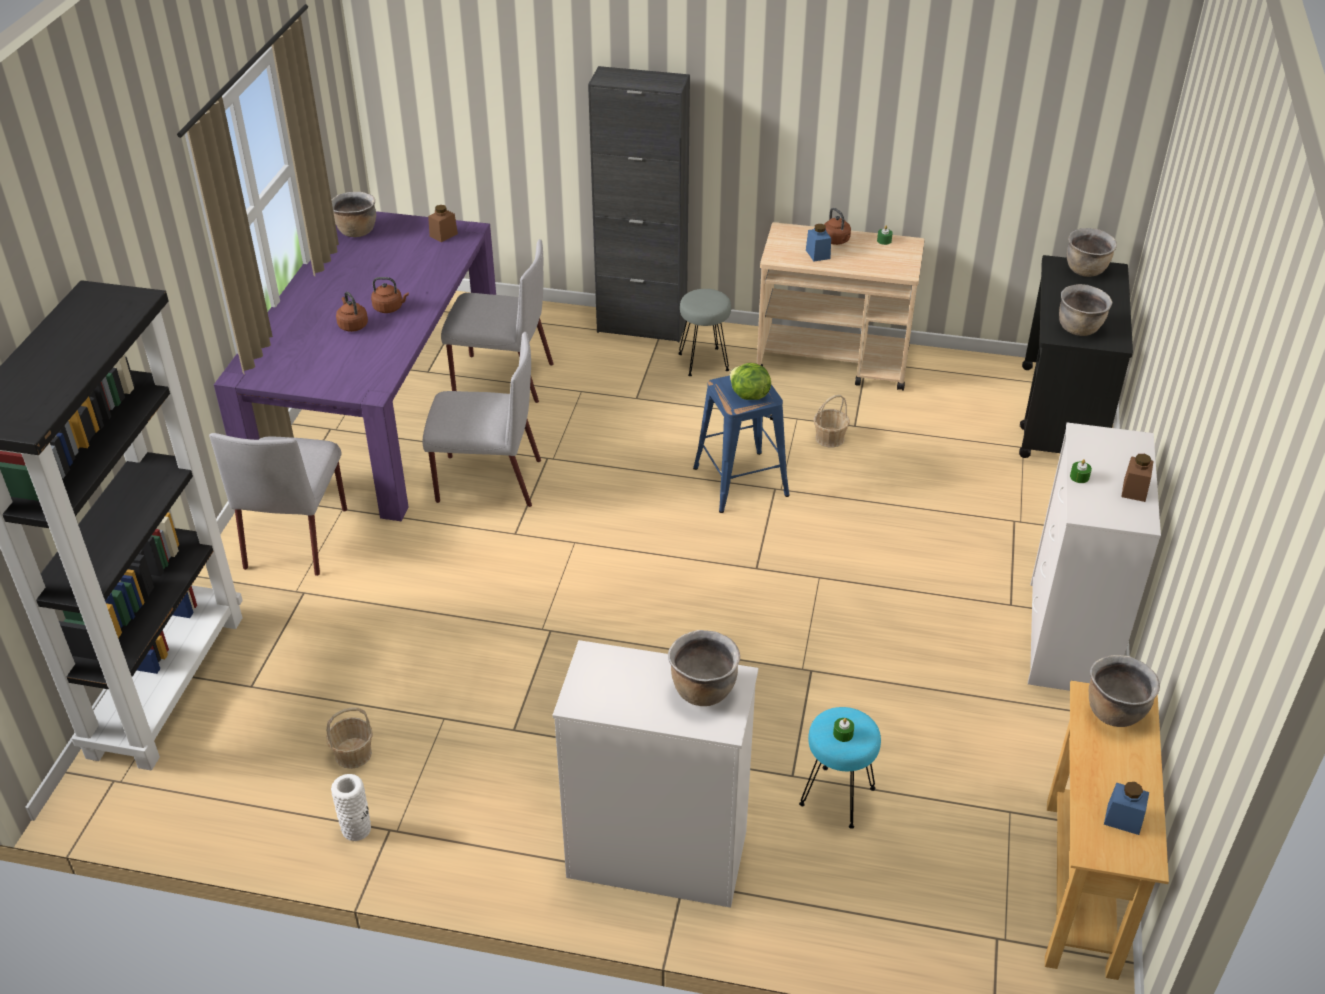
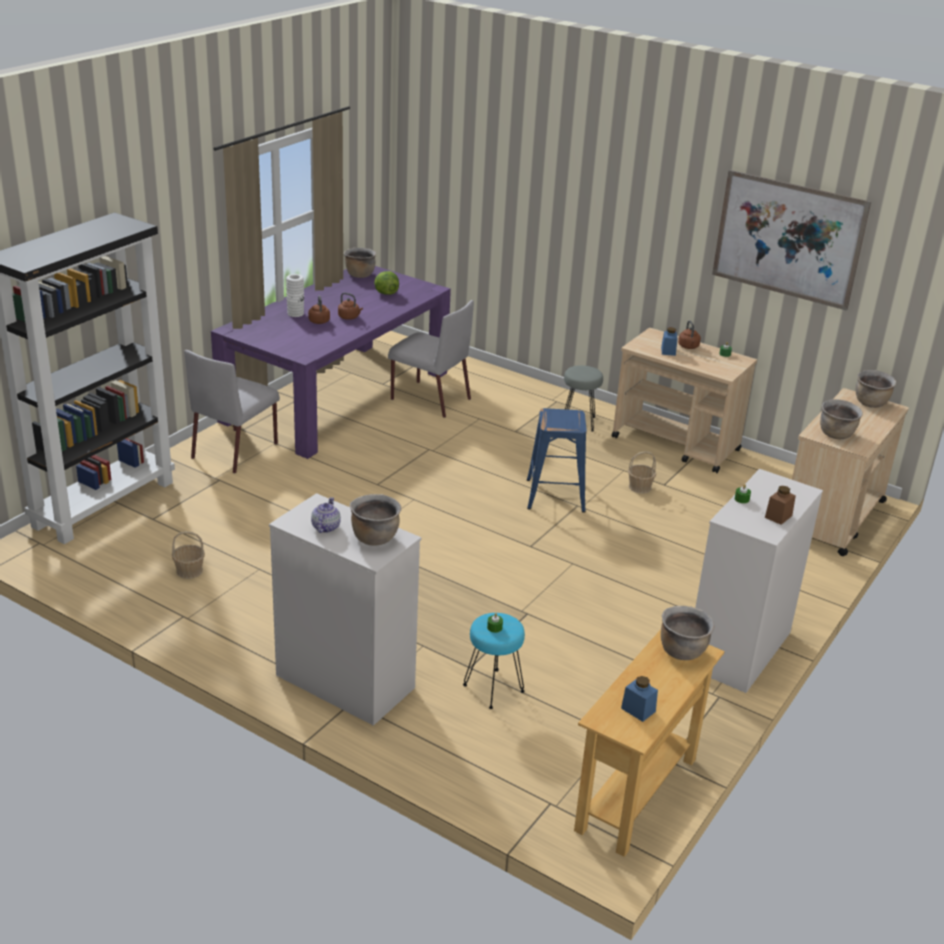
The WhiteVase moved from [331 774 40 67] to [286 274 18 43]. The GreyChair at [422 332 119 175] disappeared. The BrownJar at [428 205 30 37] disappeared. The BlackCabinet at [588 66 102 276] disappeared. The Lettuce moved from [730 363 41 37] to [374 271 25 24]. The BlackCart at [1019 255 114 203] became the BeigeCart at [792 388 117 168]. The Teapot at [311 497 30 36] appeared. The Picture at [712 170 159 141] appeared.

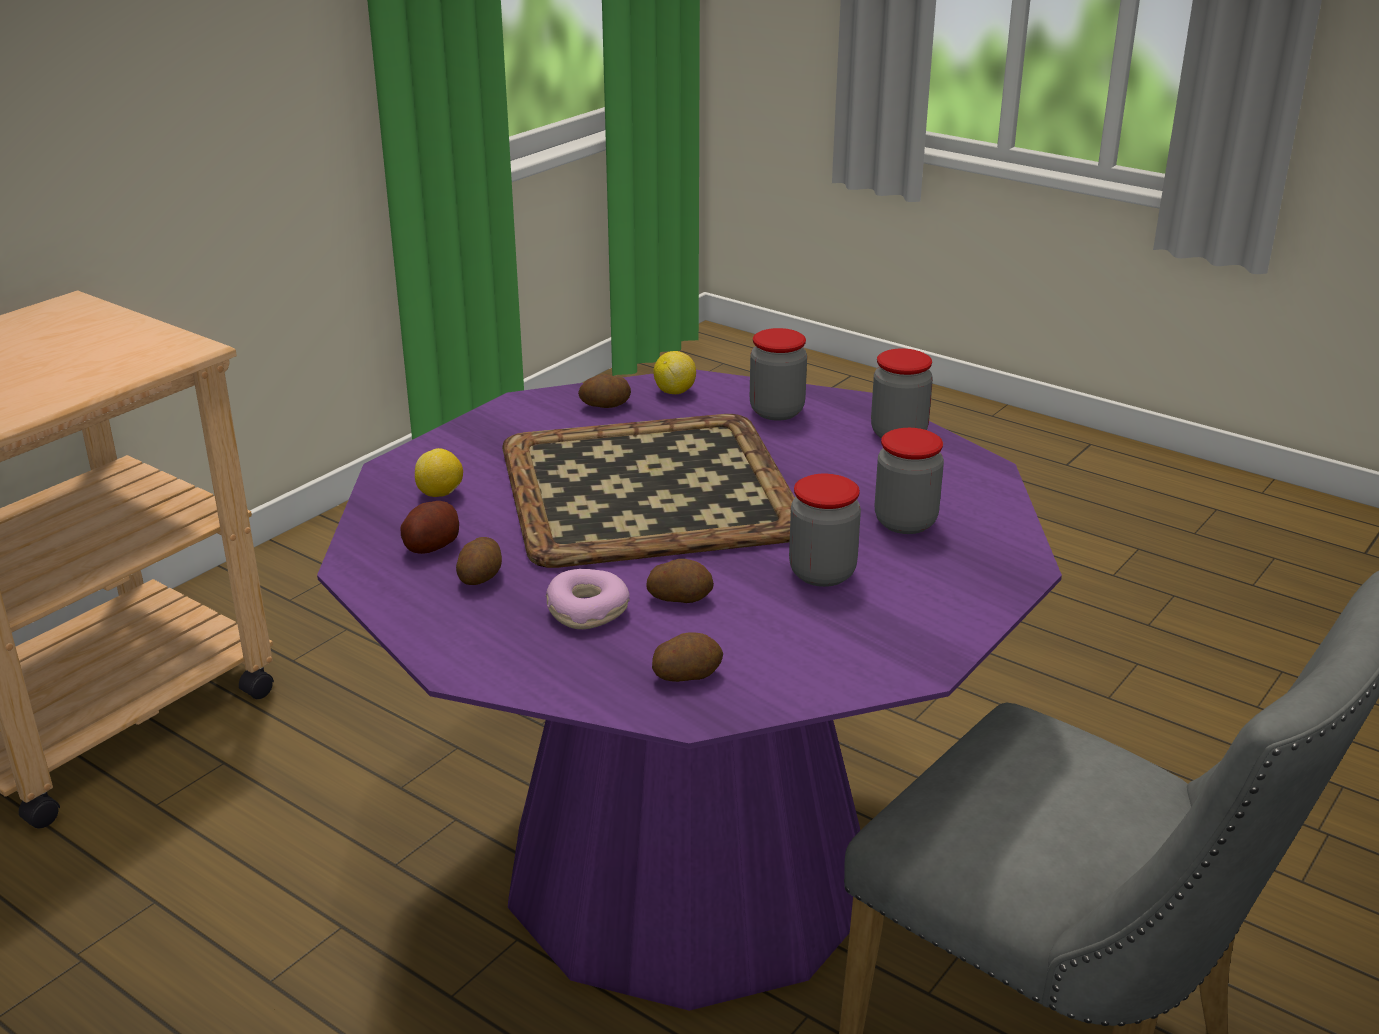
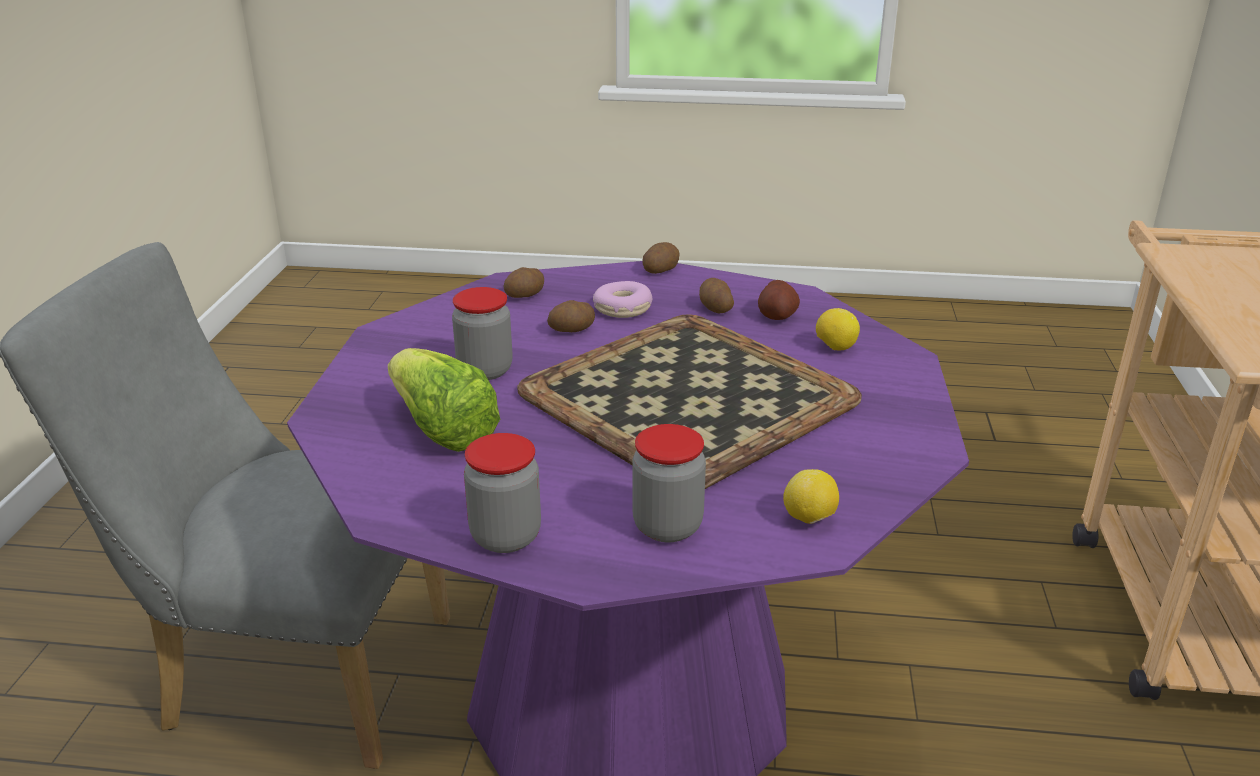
The Potato moved from [578 374 53 34] to [642 242 38 32]. The Jar at [875 428 69 106] was replaced by the Lettuce at [388 348 112 104].

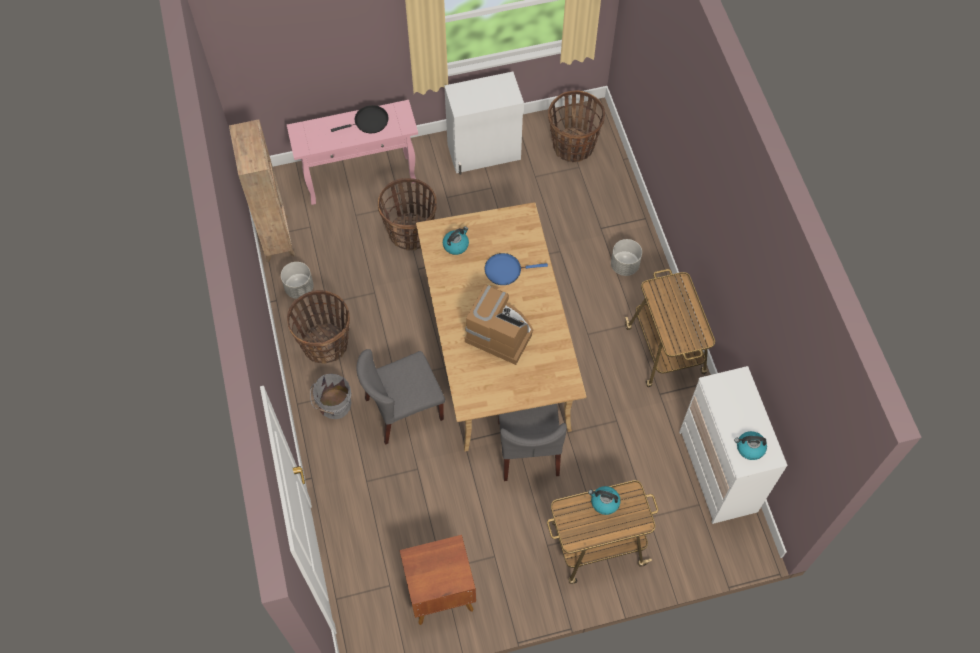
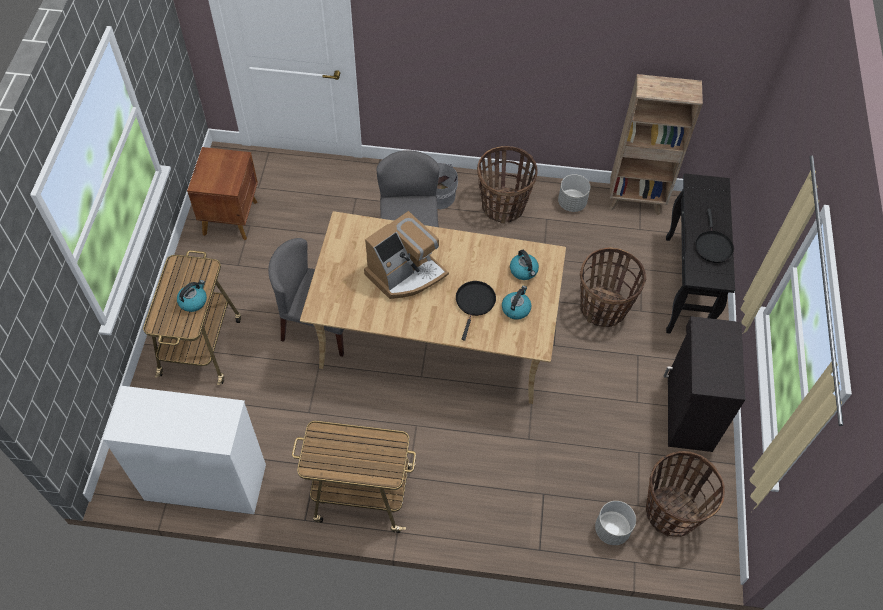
The PinkConsoleTable at [287 100 131 105] became the BlackConsoleTable at [666 173 69 160]. The WhiteCabinet at [444 72 80 103] became the BlackCabinet at [664 316 81 136]. The BlueFryingPan at [485 253 63 32] became the BlackFryingPan at [456 281 40 60]. The GreyPlanter moved from [611 239 31 37] to [595 501 41 44]. The Kettle moved from [734 431 33 29] to [502 286 29 34].

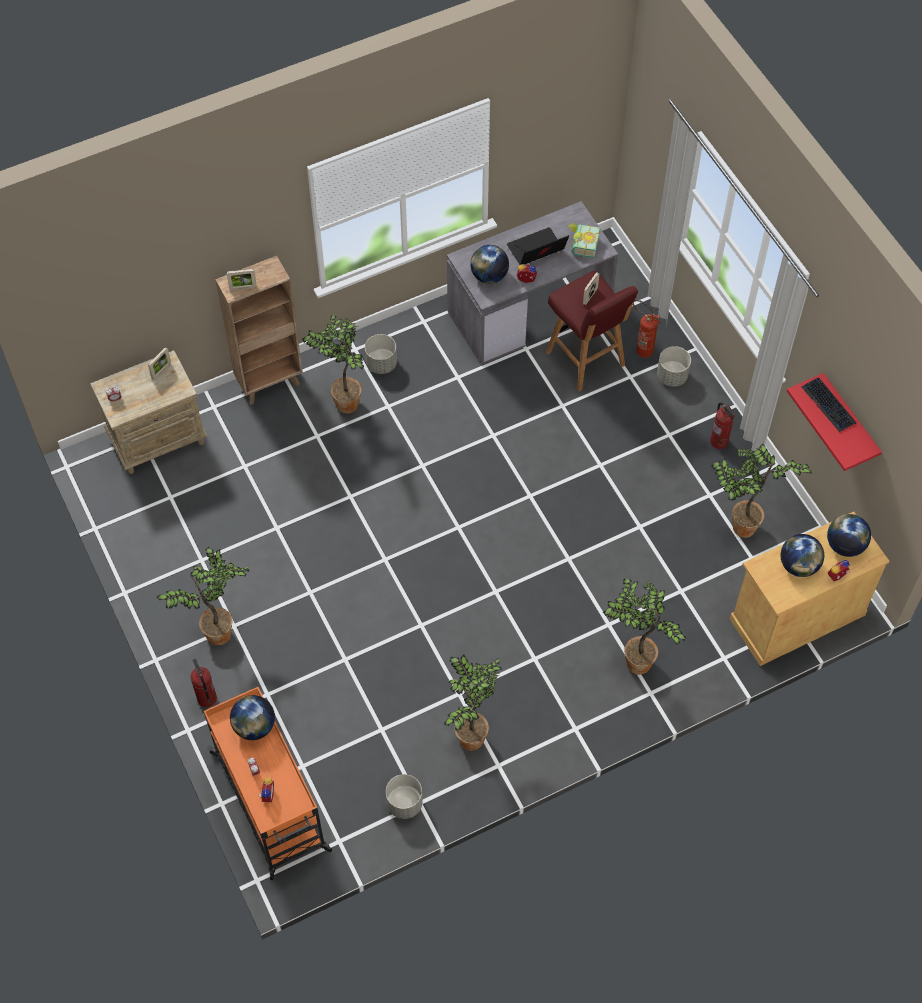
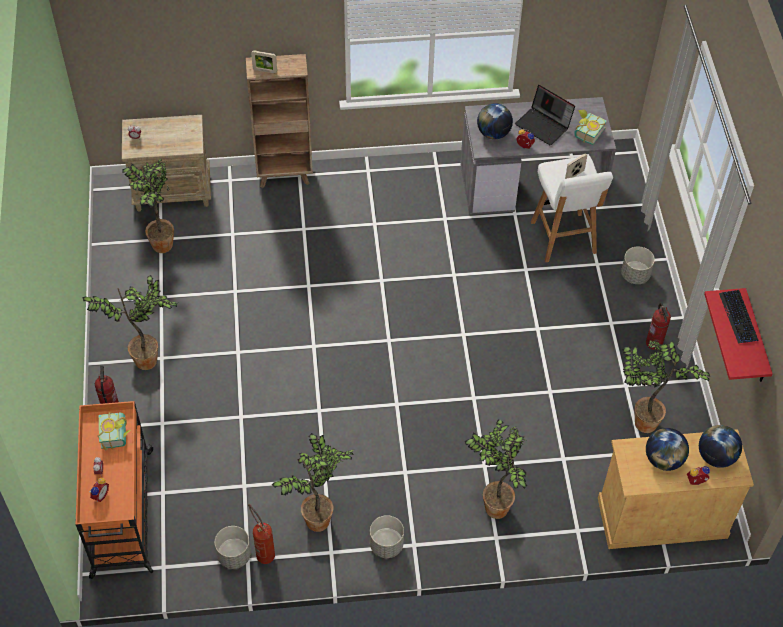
The PictureFrame at [148 347 23 33] disappeared. The Globe at [230 695 45 45] was replaced by the Book at [98 412 33 38]. The PottedPlant moved from [302 315 62 99] to [122 158 52 95]. The GreyPlanter moved from [365 334 32 40] to [370 515 34 43]. The Laptop at [507 227 62 38] turned 135 degrees counterclockwise. The RedStool at [546 271 92 120] became the WhiteStool at [531 156 82 106]. The FireExtinguisher moved from [633 299 28 59] to [248 504 27 60].

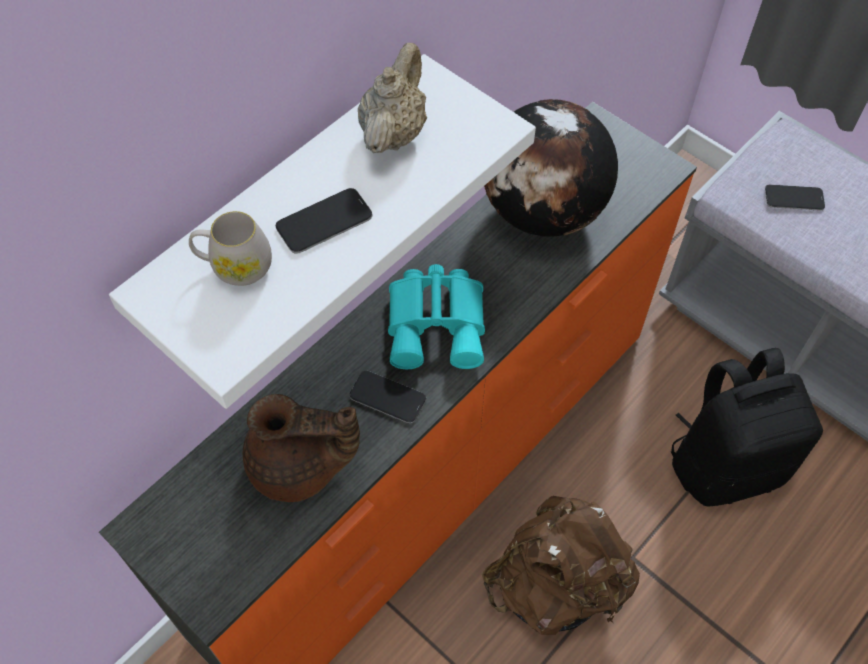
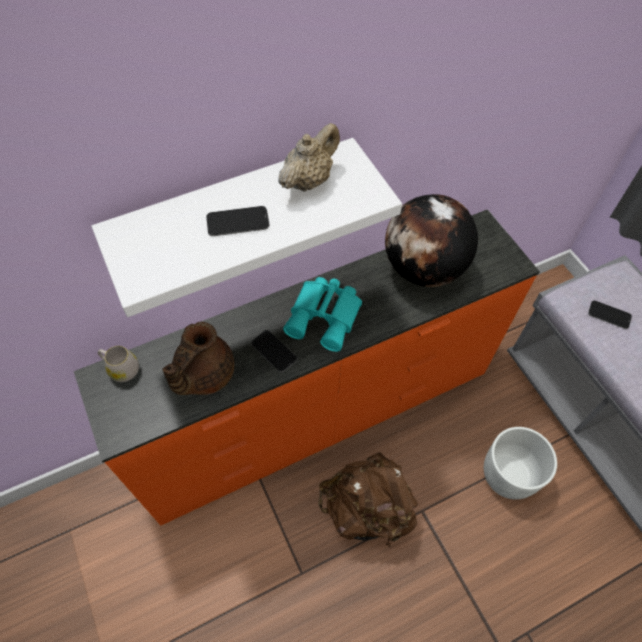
The WhiteMug moved from [189 211 83 75] to [98 346 41 36]. The BrownTeapot at [243 394 117 108] turned 90 degrees clockwise. The BlackBackpack at [671 348 152 159] was replaced by the WhitePlanter at [484 427 73 73].

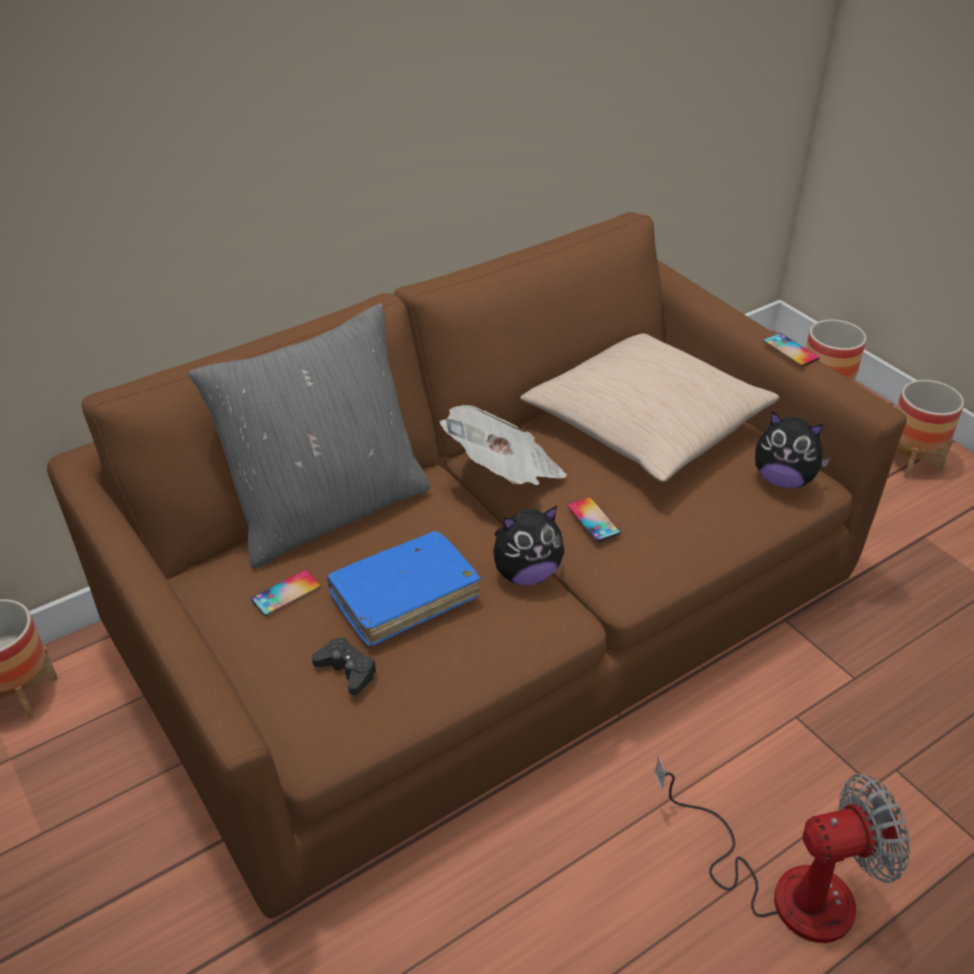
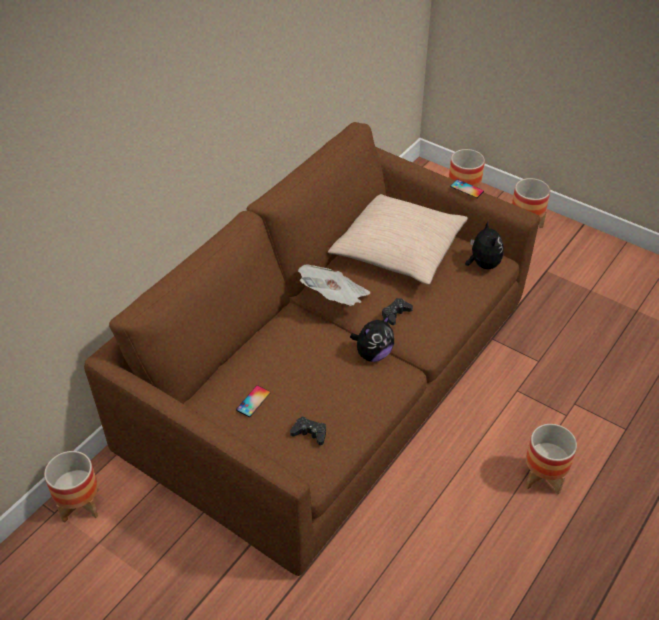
The GreyPillow at [188 303 243 266] disappeared. The BlueBook at [326 531 155 115] disappeared. The Phone at [568 497 53 45] was replaced by the BlackGameController at [382 298 31 27]. The Fan at [655 756 255 187] was replaced by the Planter at [525 424 52 70]. The PlushToy at [755 411 75 77] turned 105 degrees counterclockwise.

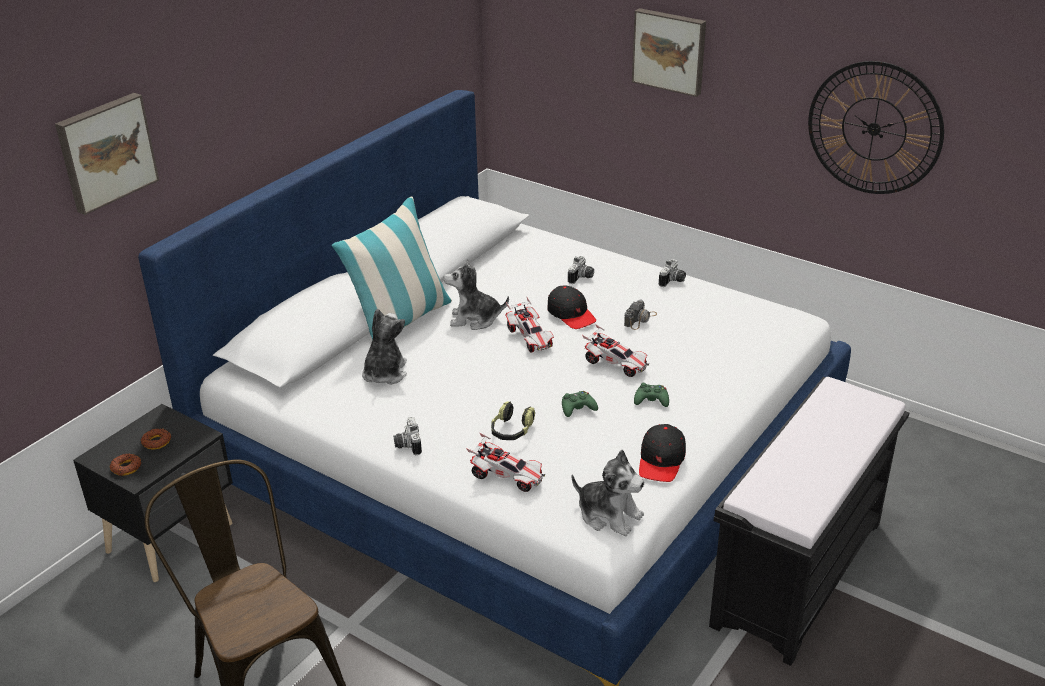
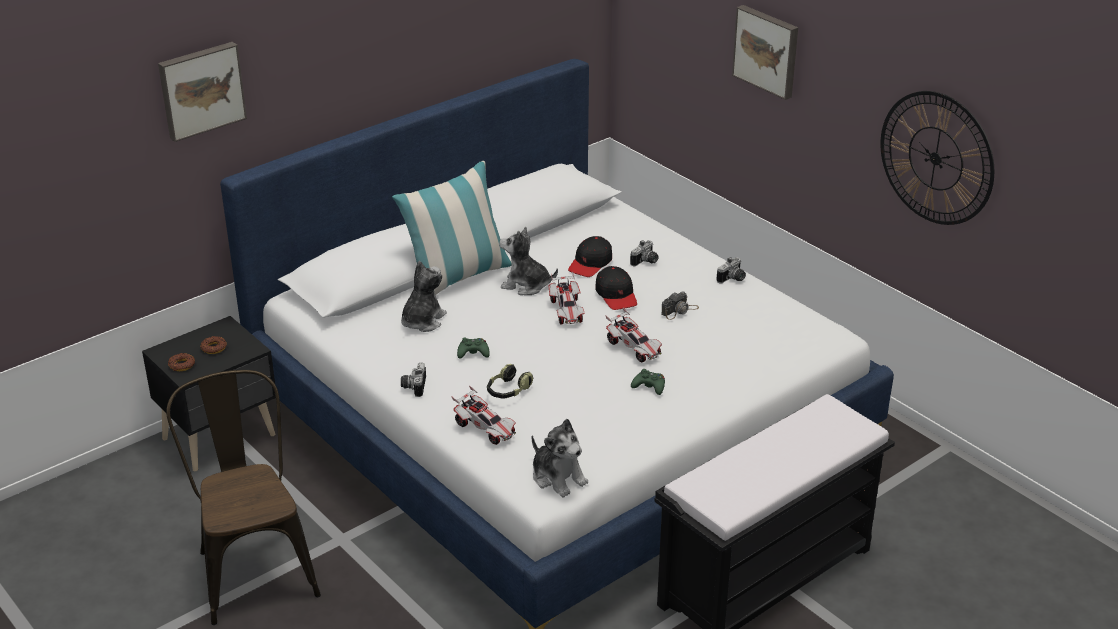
The GreenGameController moved from [562 391 36 26] to [457 338 33 20]. The BlackCap moved from [639 424 47 58] to [568 236 44 41].

